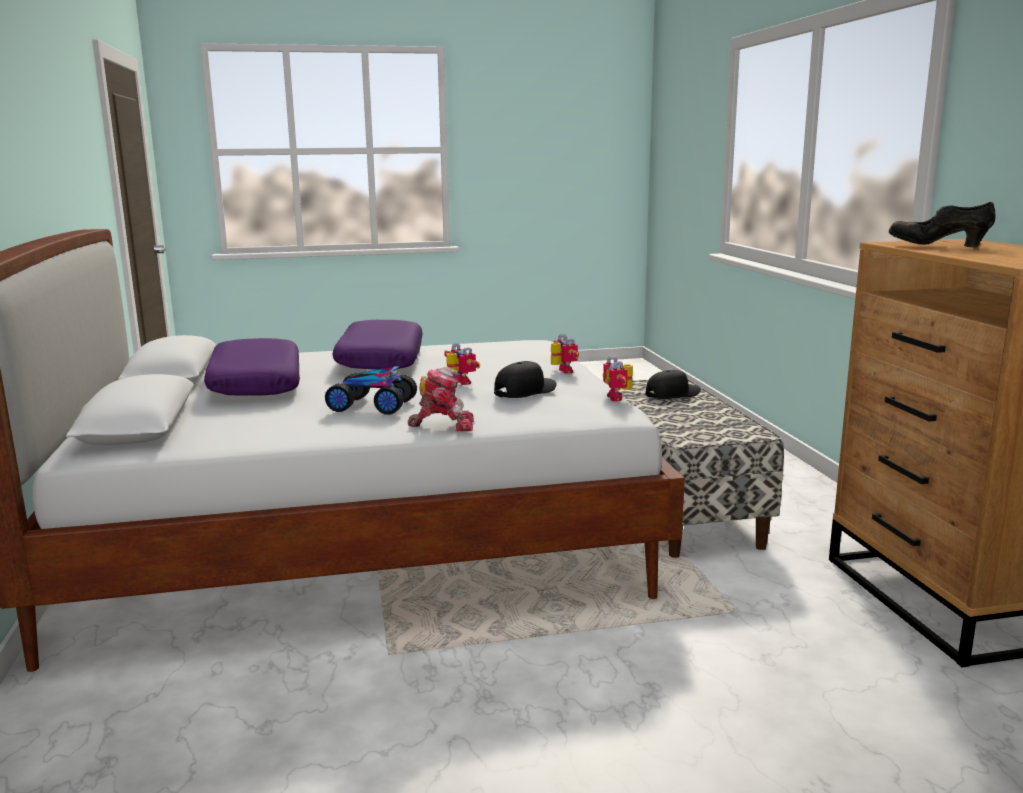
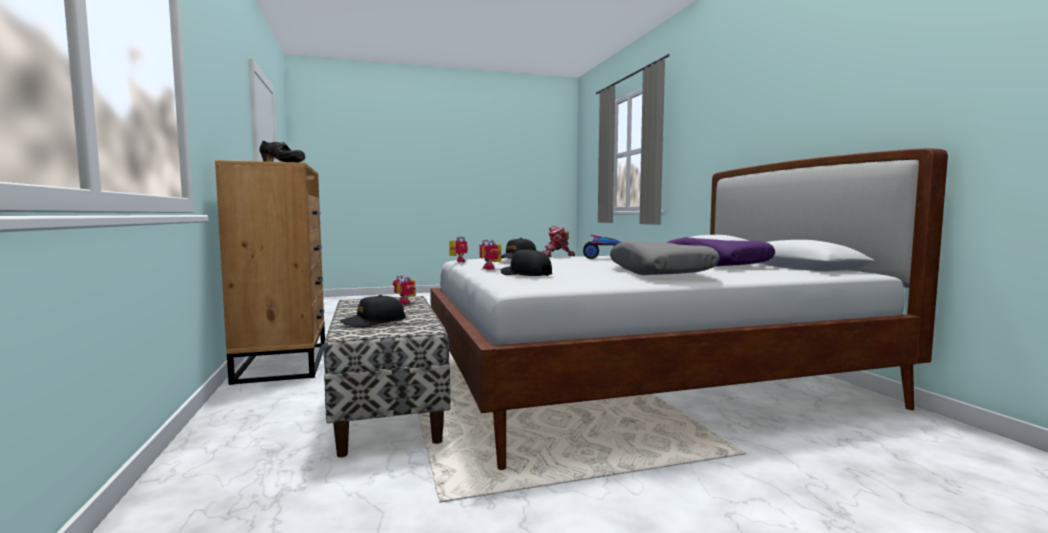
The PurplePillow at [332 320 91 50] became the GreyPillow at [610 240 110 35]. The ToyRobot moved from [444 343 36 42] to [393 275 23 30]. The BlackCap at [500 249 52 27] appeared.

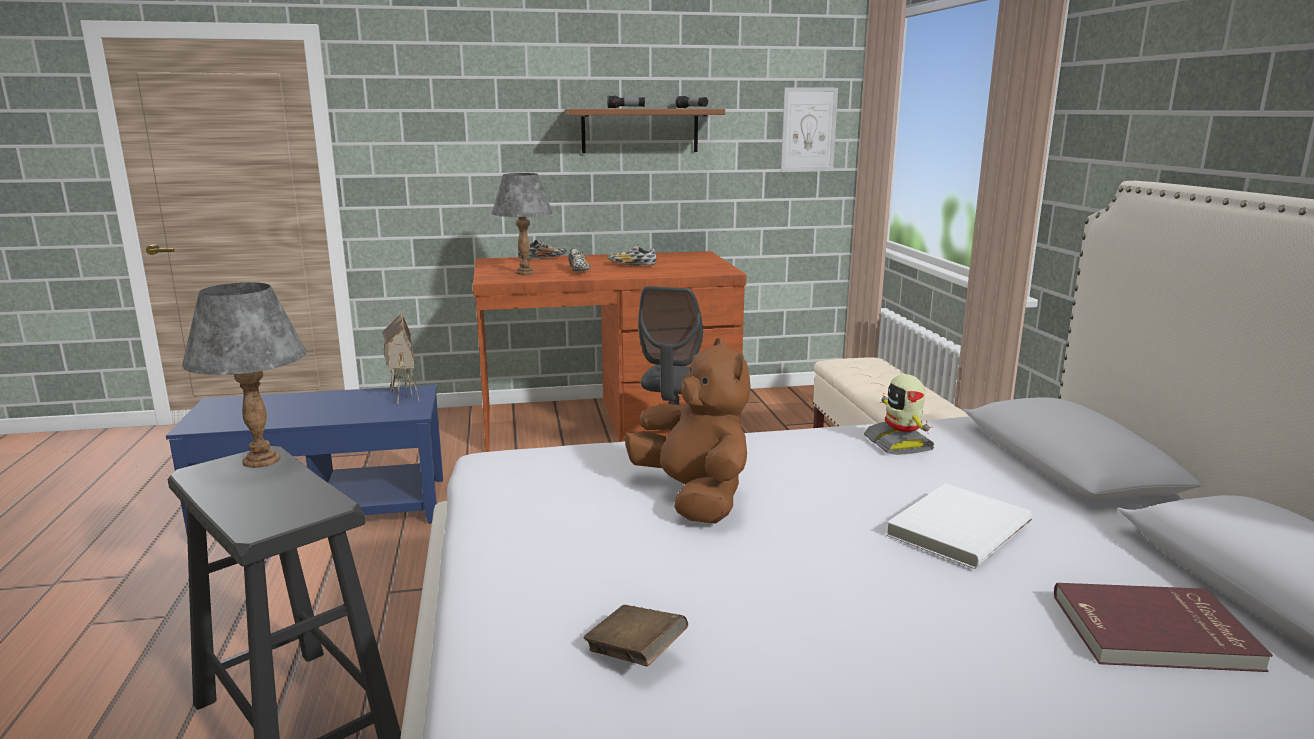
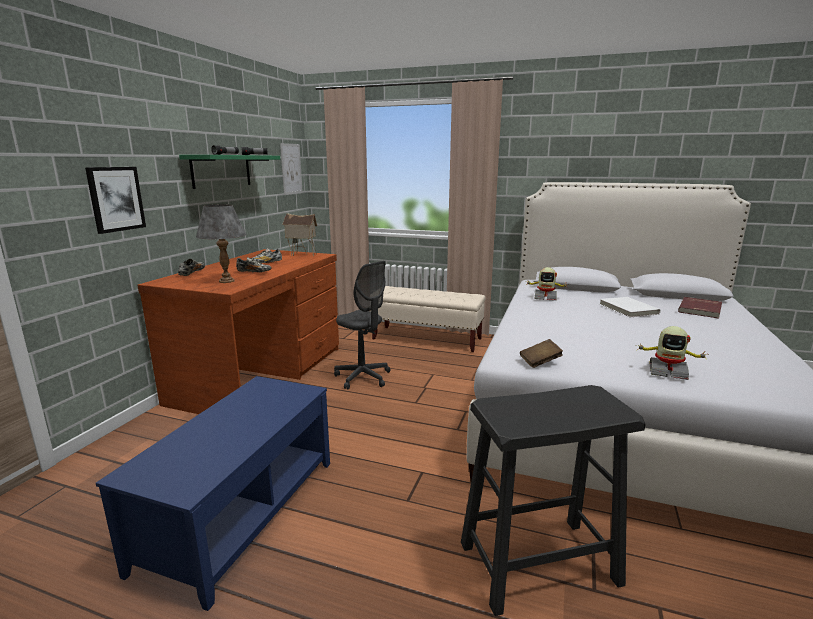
The GreyTableLamp at [182 282 124 186] disappeared. The ToyHouse moved from [382 312 38 92] to [282 213 35 44]. The BrownShelf at [565 109 160 44] became the GreenShelf at [179 155 101 34]. The BrownBook moved from [583 605 105 61] to [520 339 43 29]. The BrownPlushToy at [625 338 126 186] disappeared. The Picture at [85 167 61 67] appeared. The ToyRobot at [636 326 71 54] appeared.

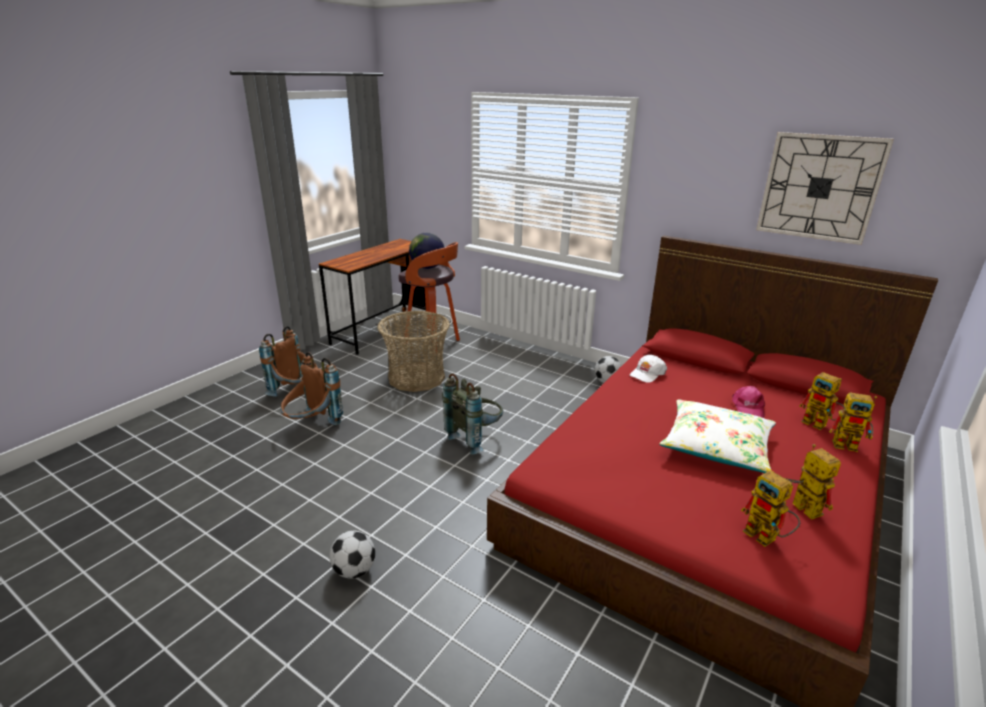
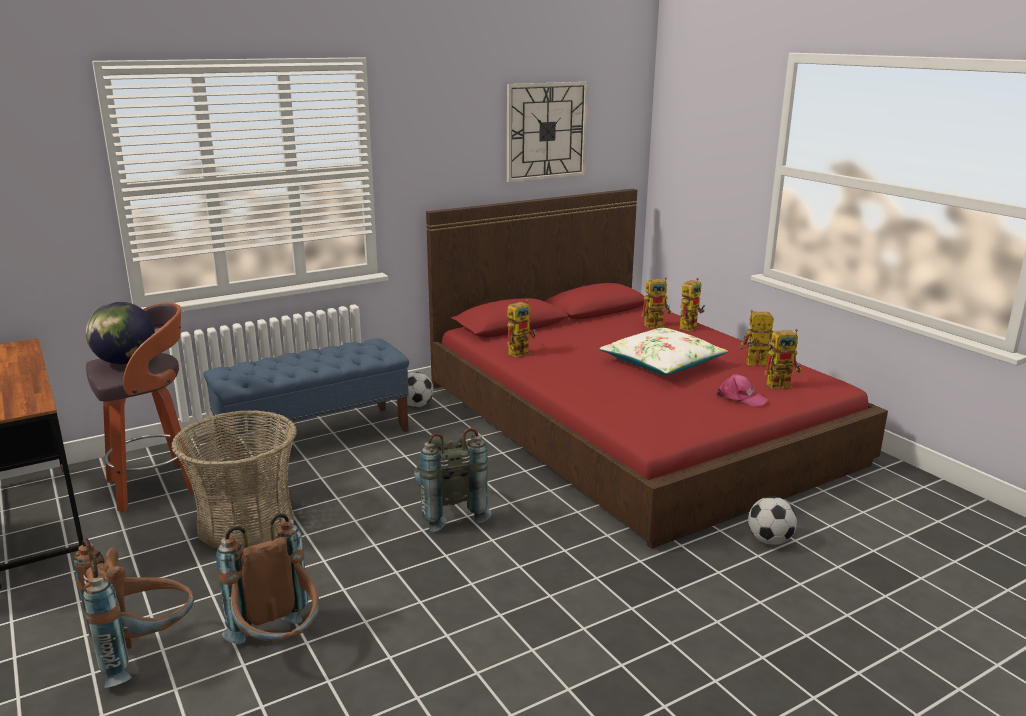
The Football moved from [329 530 46 49] to [748 496 49 49]. The WhiteCap at [630 355 37 28] was replaced by the ToyRobot at [507 299 29 59]. The PinkCap moved from [732 386 33 32] to [716 374 53 33]. The BlueBench at [204 338 205 130] appeared.

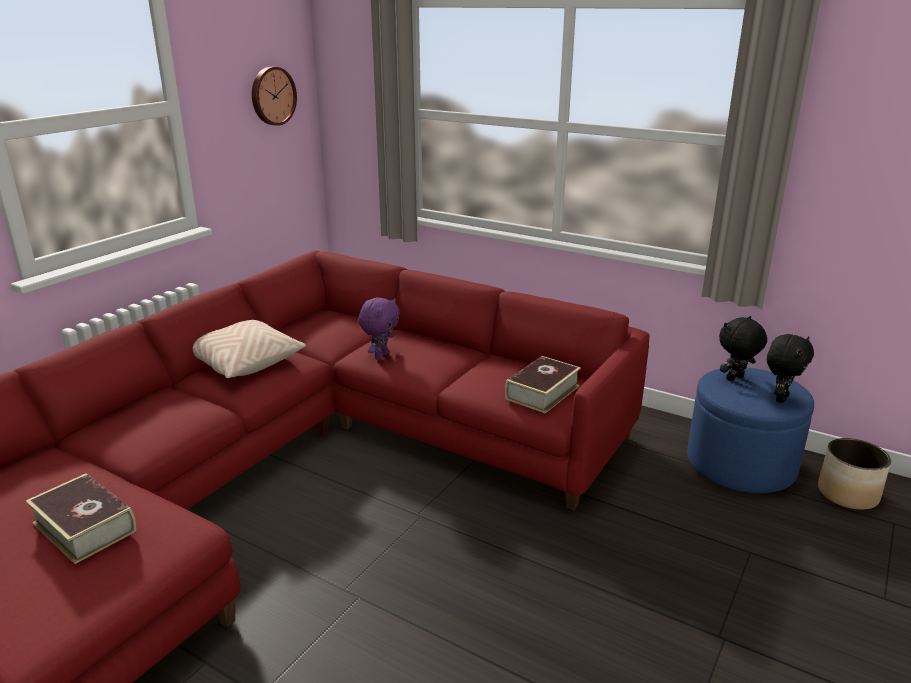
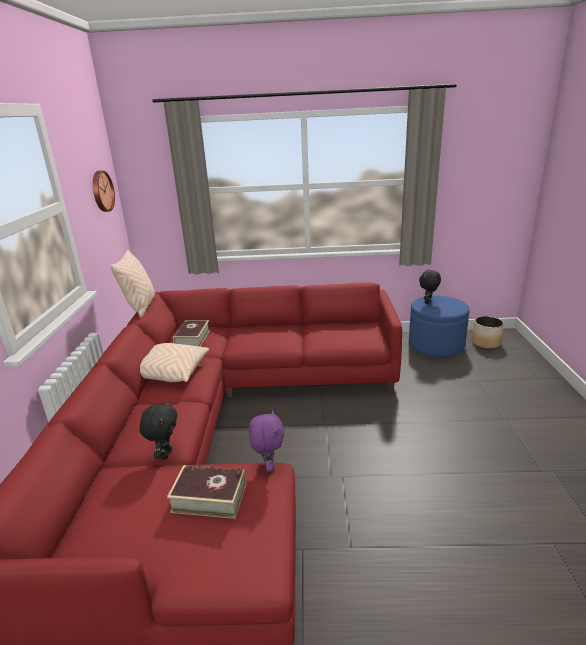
The PurplePlushToy moved from [358 298 42 62] to [249 410 35 62]. The Book moved from [505 356 76 57] to [173 320 37 27]. The BlackPlushToy moved from [767 334 47 69] to [140 401 38 59]. The BeigePillow at [110 250 45 68] appeared.

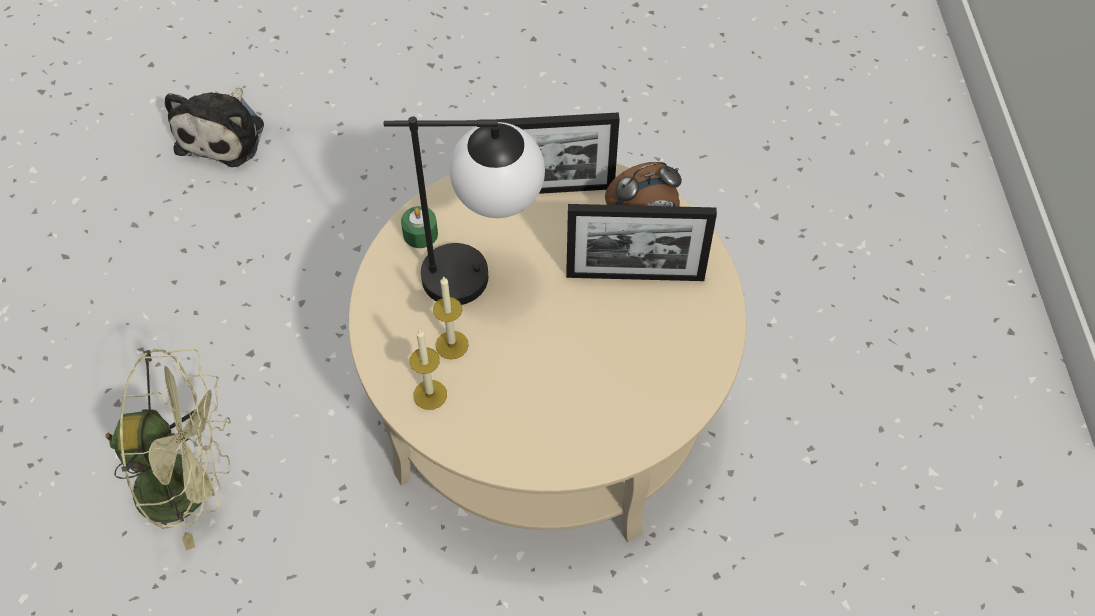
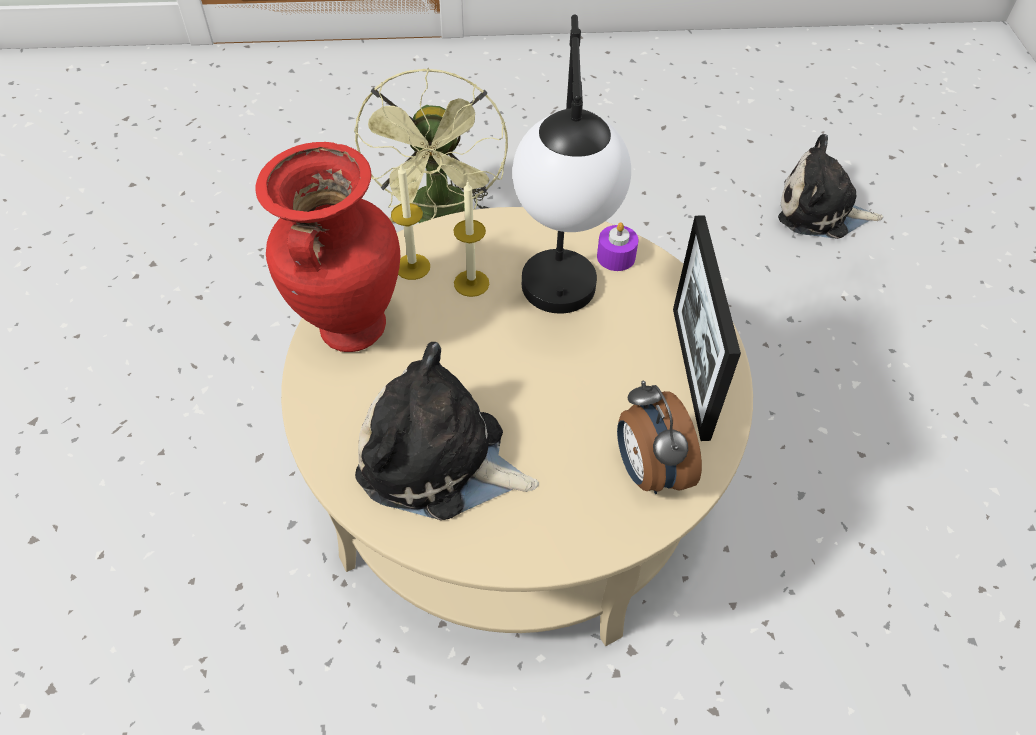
The GreenCandle at [401 206 37 42] became the PurpleCandle at [597 222 41 49]. The PictureFrame at [566 204 151 77] disappeared. The RedVase at [255 142 145 210] appeared. The PlushToy at [355 342 184 178] appeared.

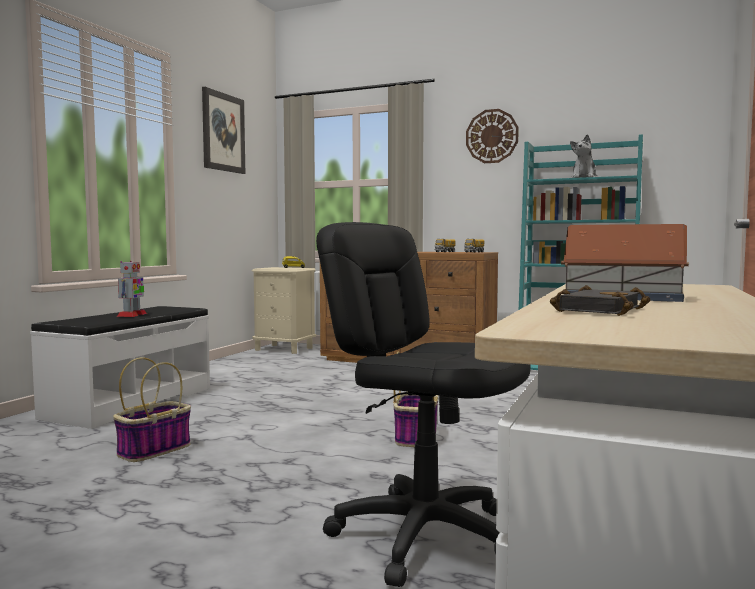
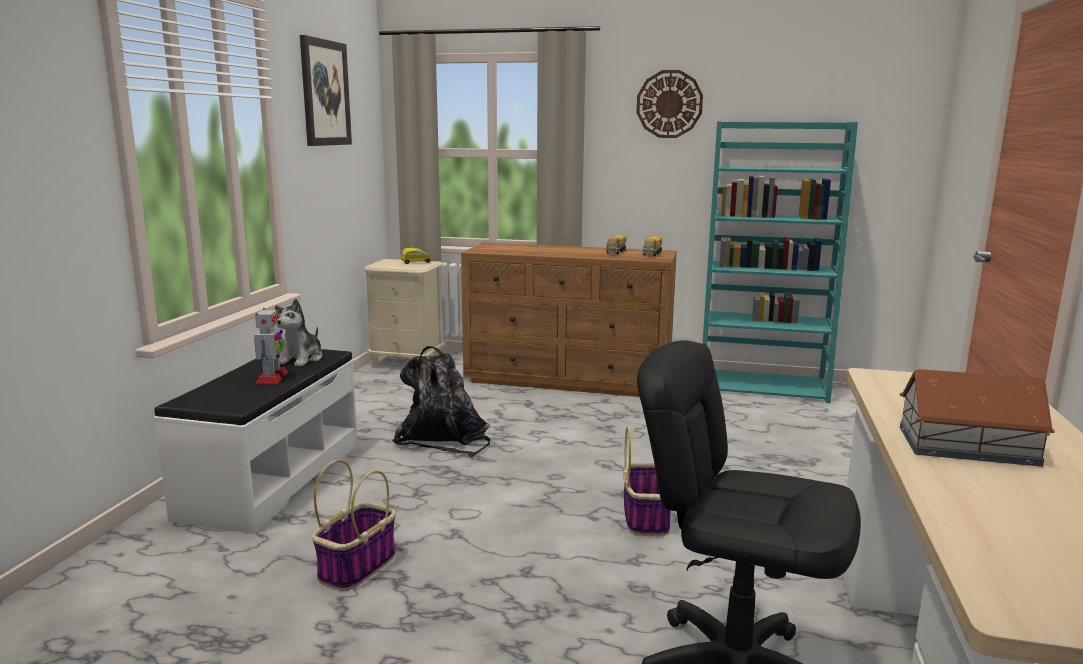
The BlackBook at [550 285 101 31] disappeared. The PlushToy moved from [570 134 28 44] to [275 299 48 68]. The BlackBackpack at [392 346 99 111] appeared.

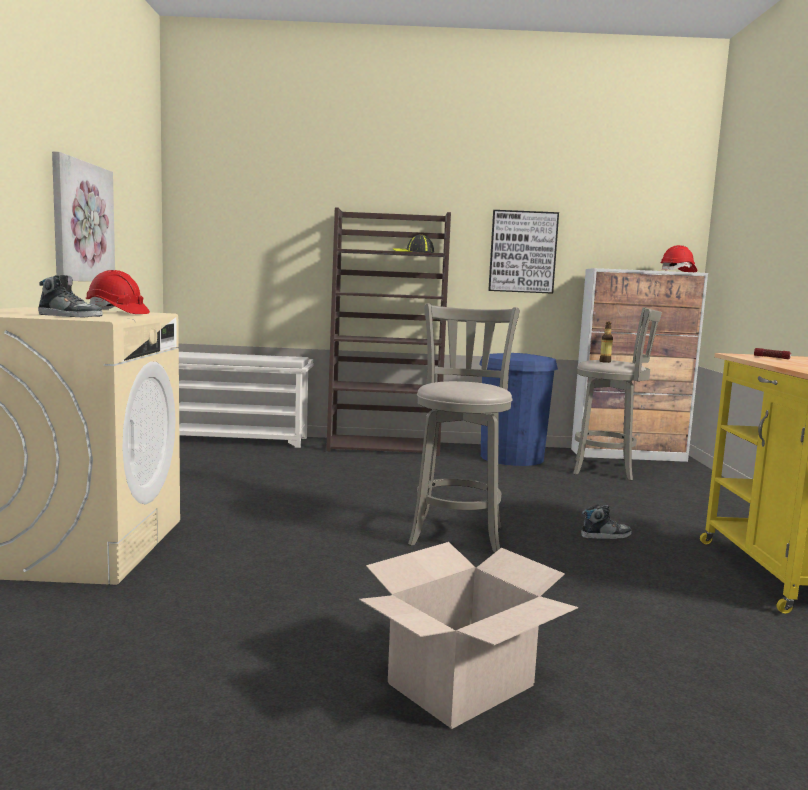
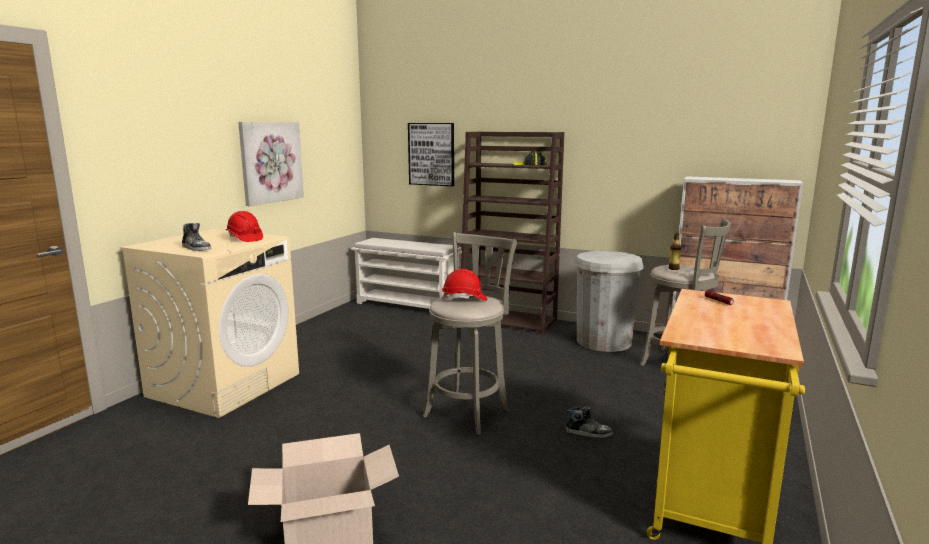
The BlueTrashCan at [479 353 79 113] became the WhiteTrashCan at [574 251 70 101]. The Picture moved from [488 210 71 84] to [408 123 46 63]. The RedHardHat moved from [660 245 37 27] to [442 269 46 32].

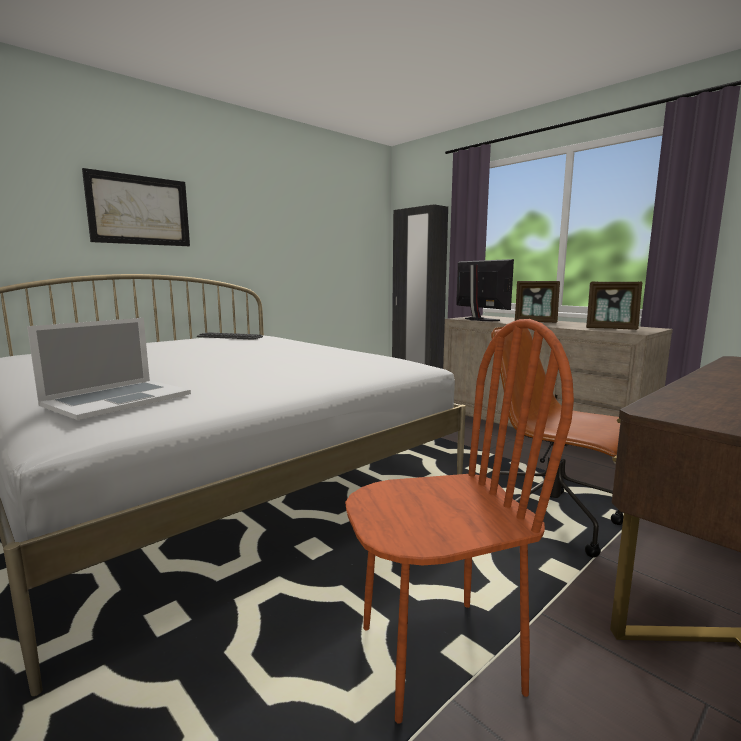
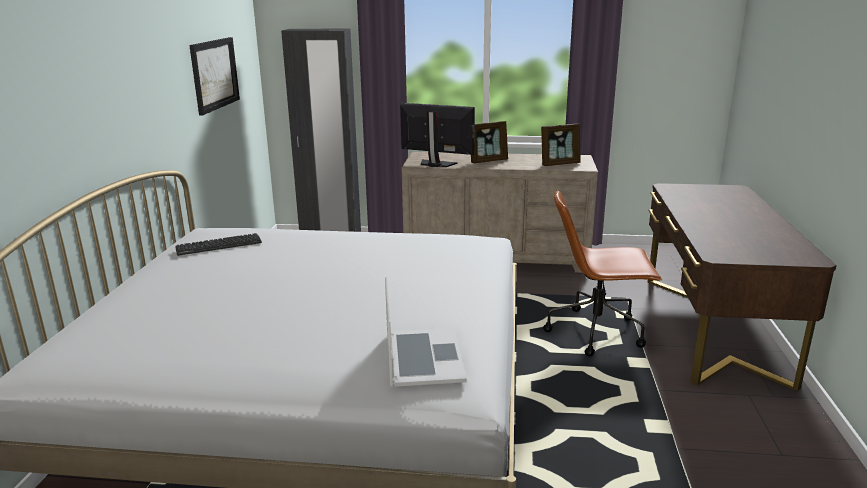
The Picture moved from [82 168 108 78] to [189 37 51 79]. The BrownChair at [345 319 229 405] disappeared.

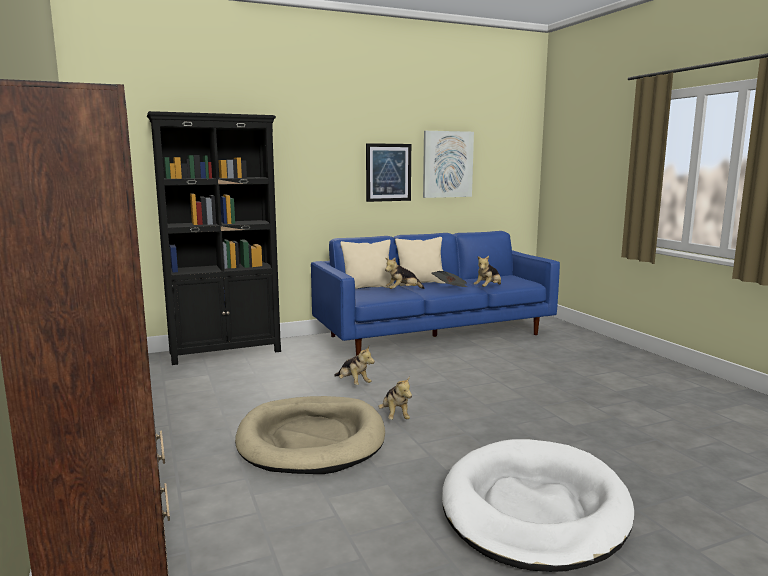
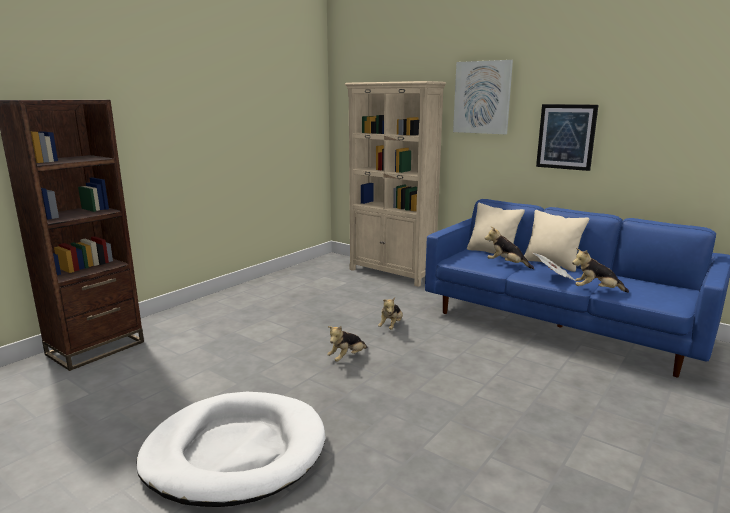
The BlackBookcase at [147 111 134 254] became the BeigeBookcase at [345 81 101 206]. The BeigeDogBed at [235 396 150 78] disappeared. The Picture moved from [423 131 51 67] to [453 60 60 74].

